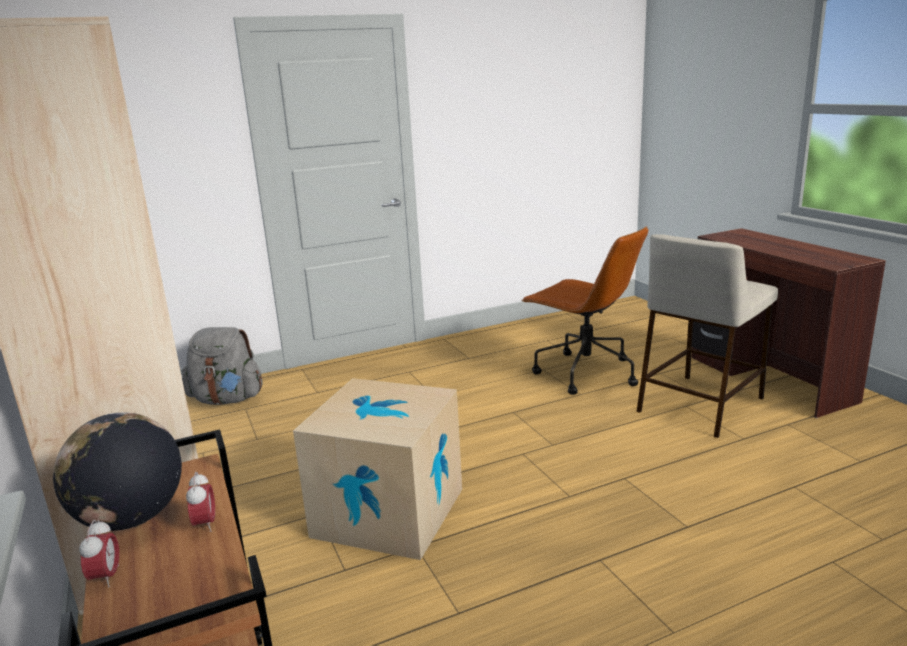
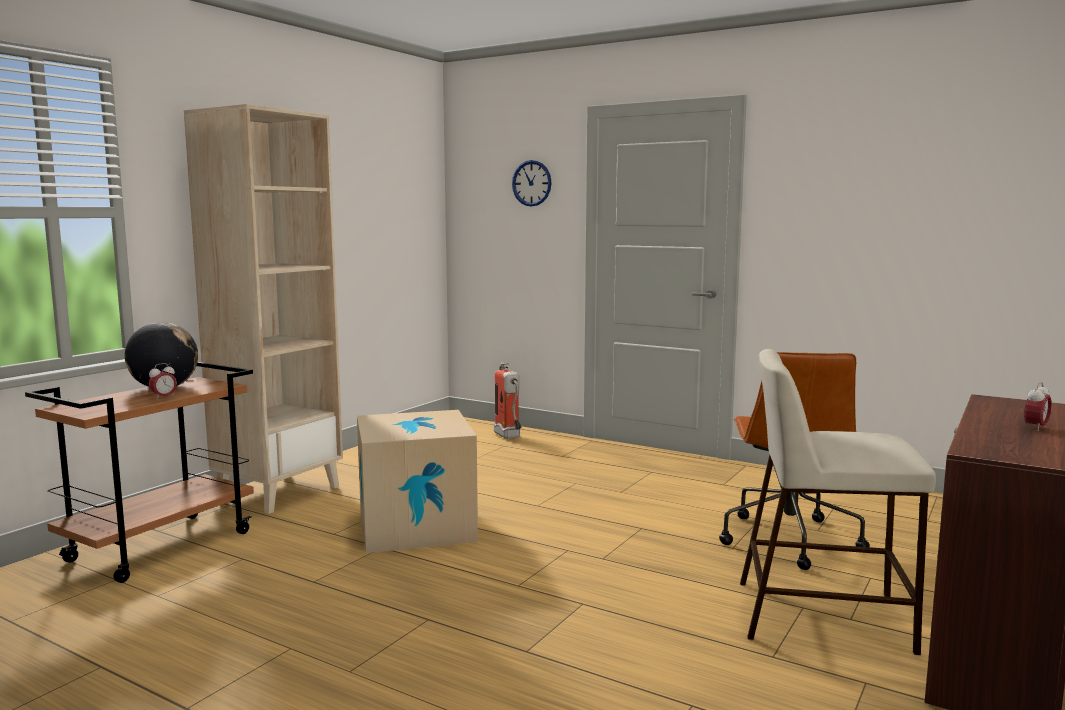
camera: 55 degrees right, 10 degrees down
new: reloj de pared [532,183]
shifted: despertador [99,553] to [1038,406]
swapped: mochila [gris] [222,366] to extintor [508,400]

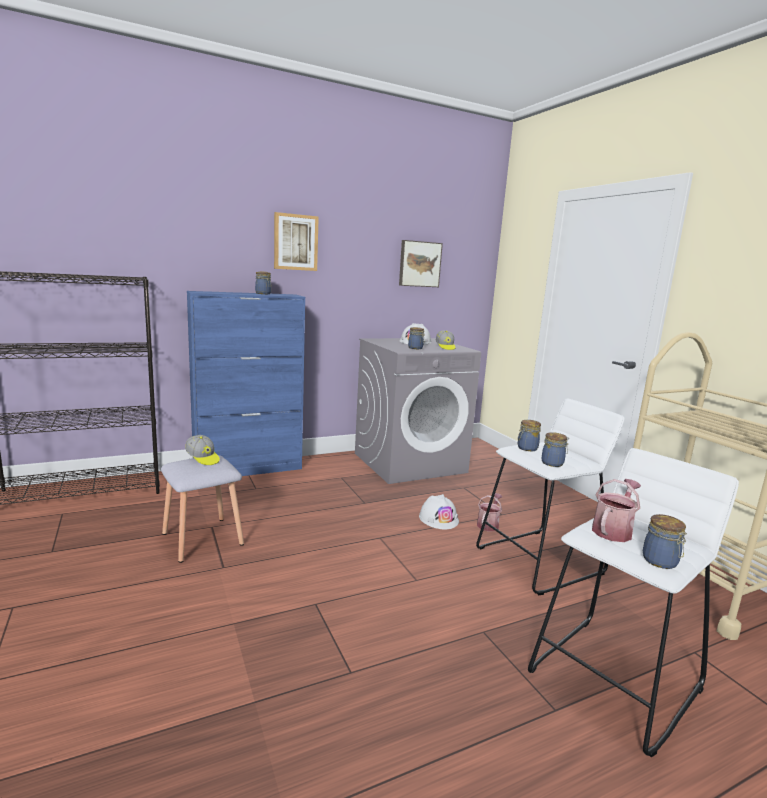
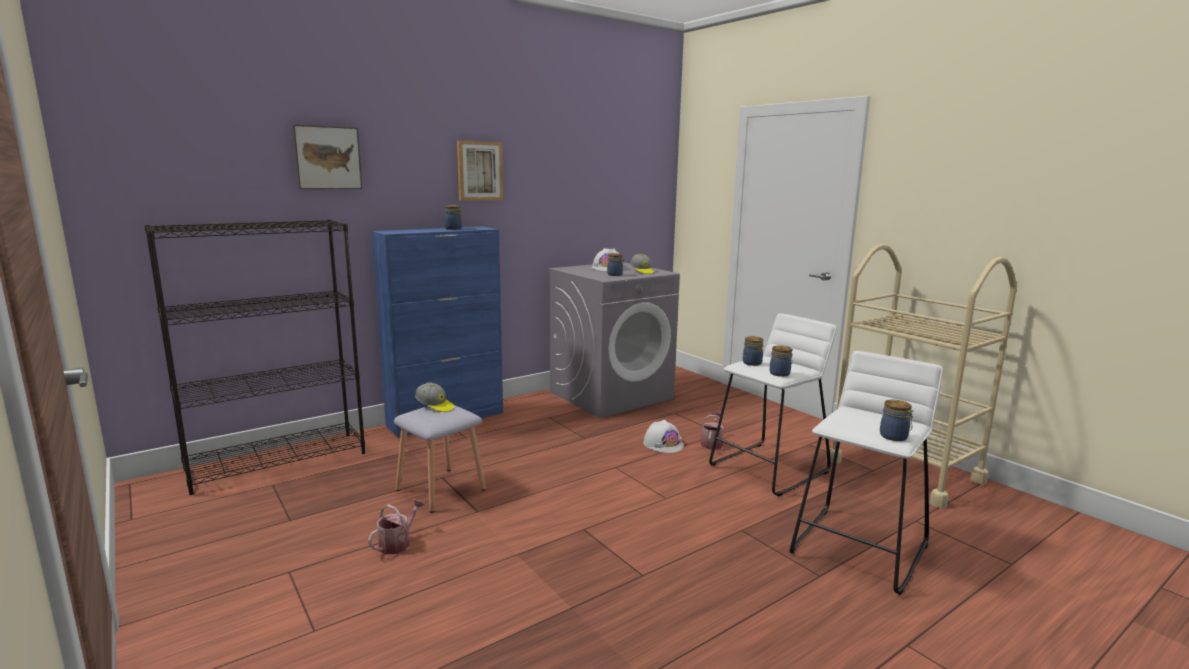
camera: 10 degrees left, 0 degrees up
shifted: cuadro [421,263] to [327,157]; regadera [616,510] to [396,526]

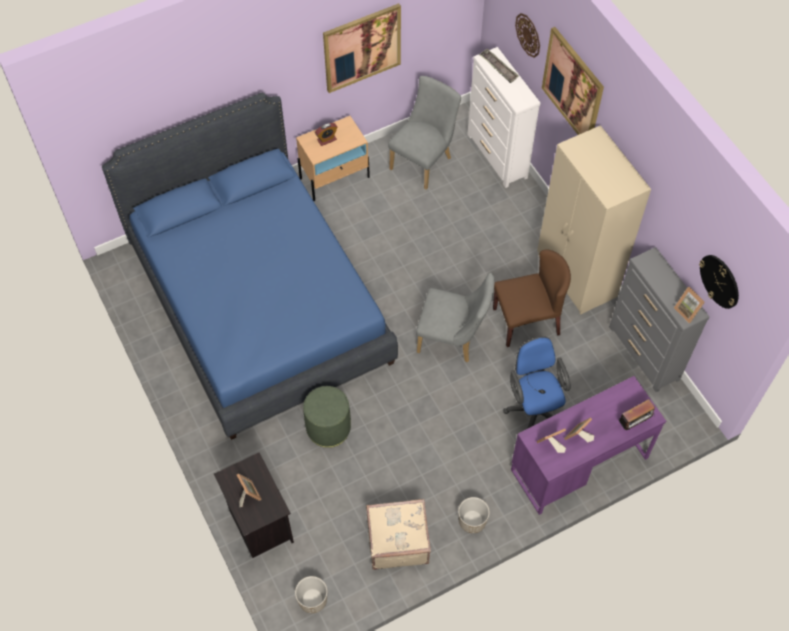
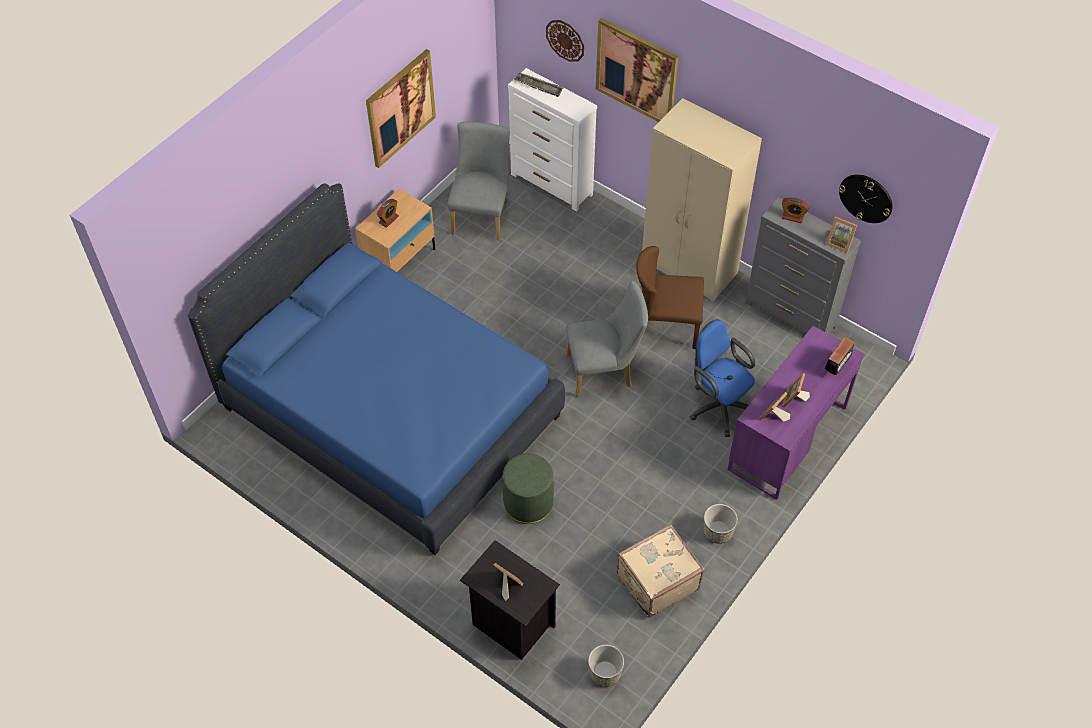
camera: 25 degrees left, 5 degrees down
new: despertador [795,210]
rotated: silla [marrón] [532,298] = [670,297] 135 degrees counterclockwise

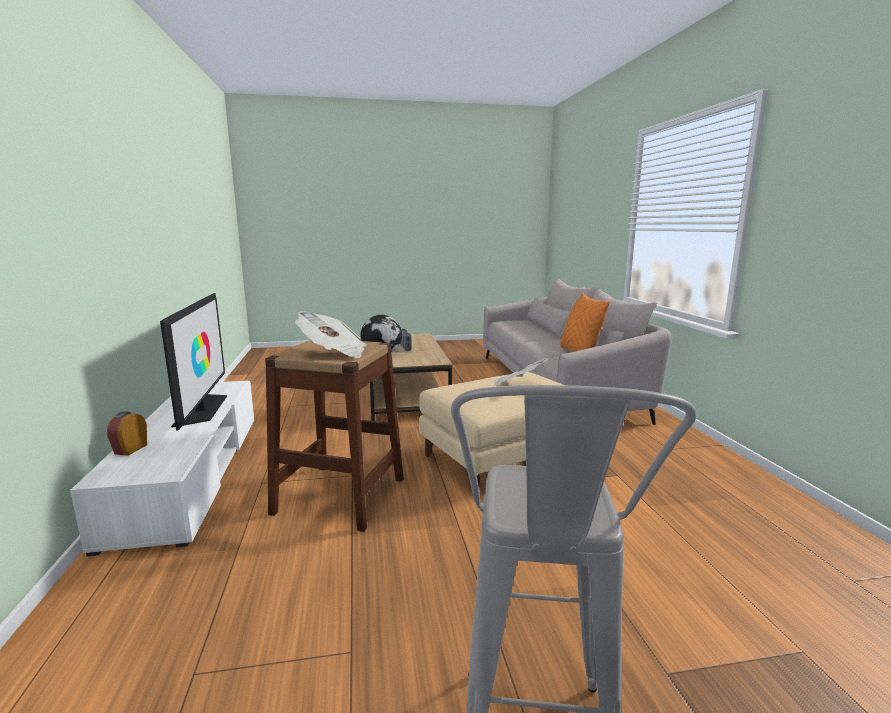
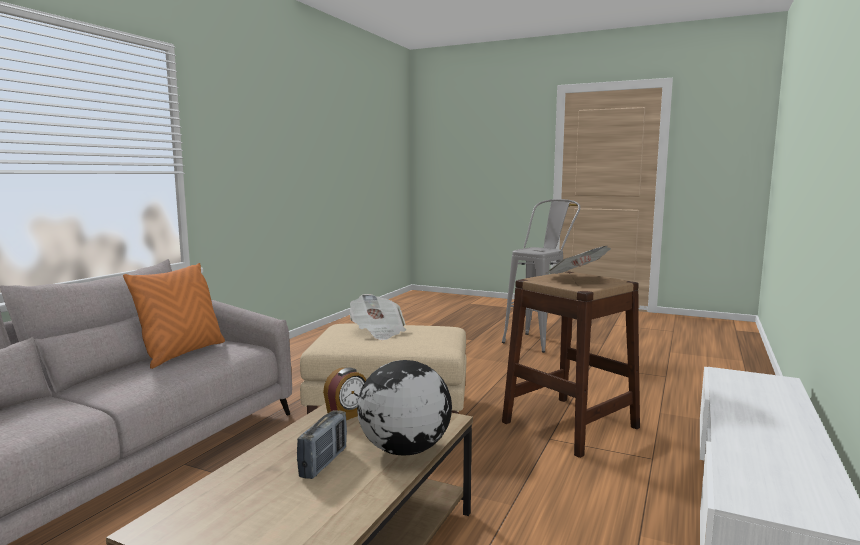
camera: 145 degrees left, 5 degrees down
gone: televisor [193,362]
shifted: despertador [127,433] to [344,394]

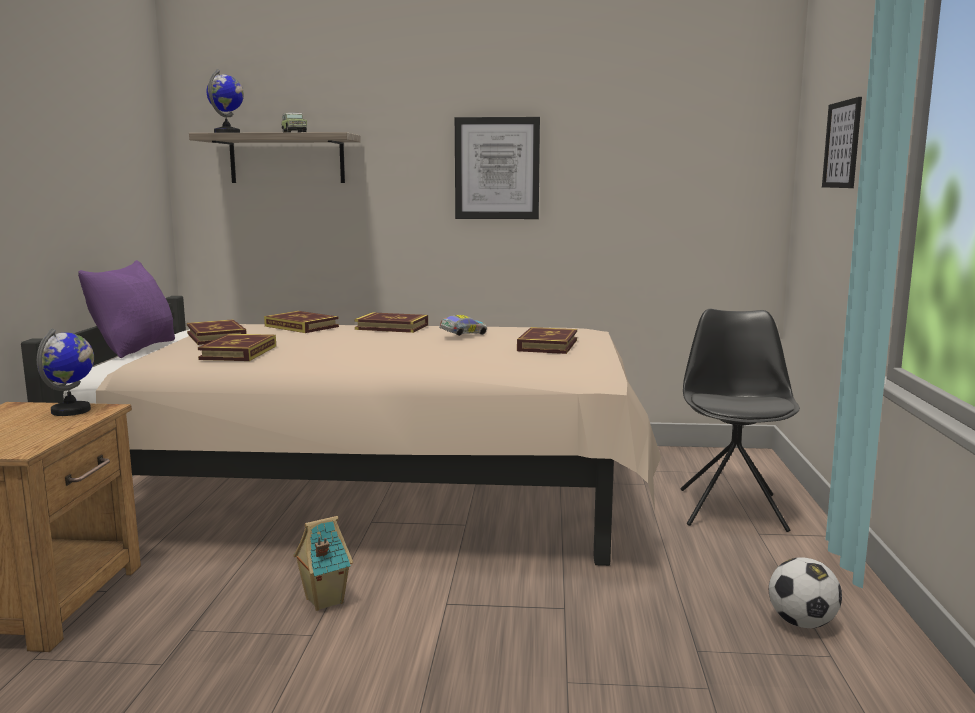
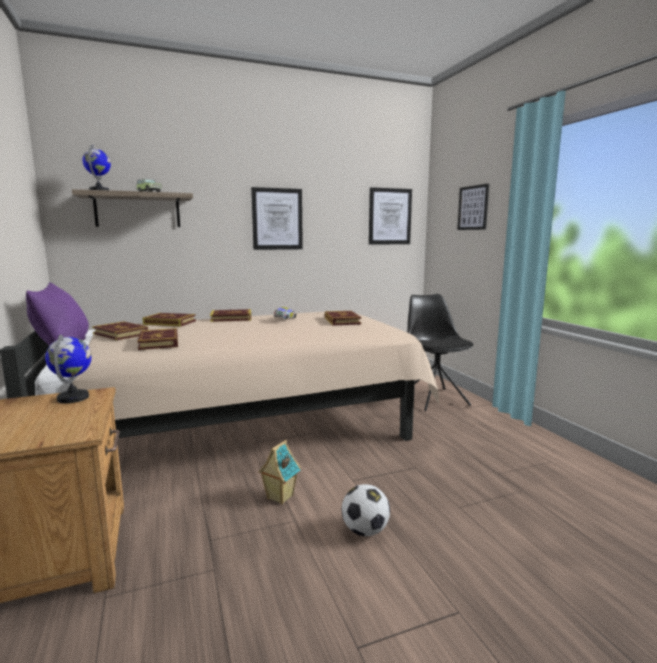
camera: 25 degrees left, 0 degrees up
new: cuadro [390,216]
shifted: balón de fútbol [805,592] to [366,510]

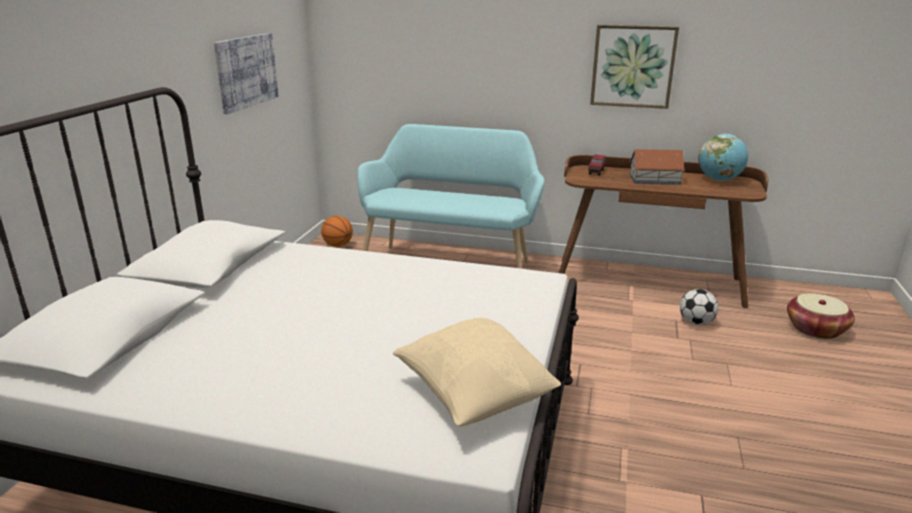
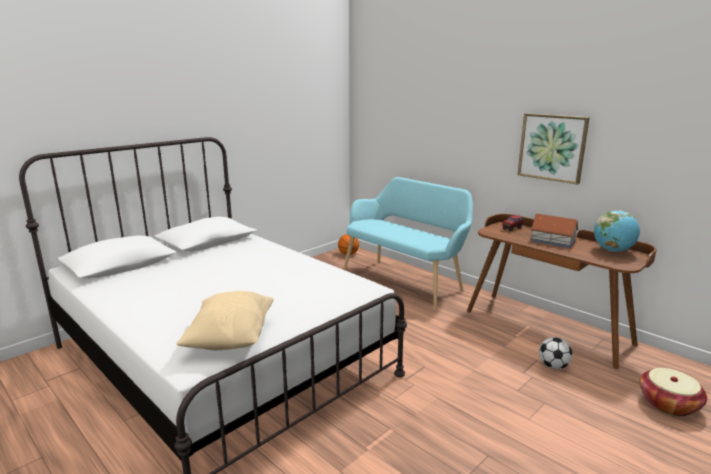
camera: 30 degrees right, 5 degrees down
gone: cuadro [246,73]

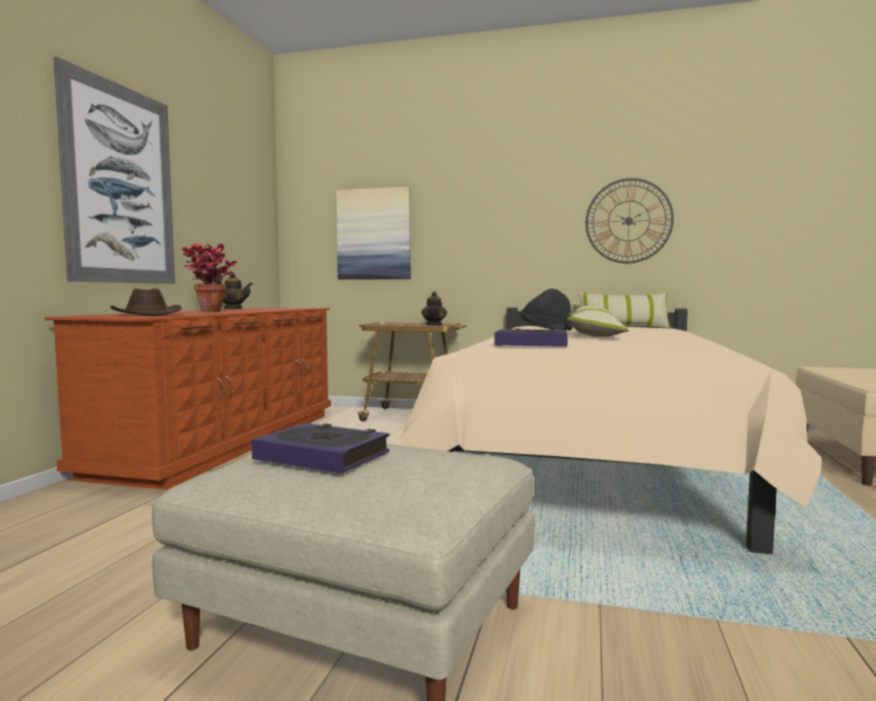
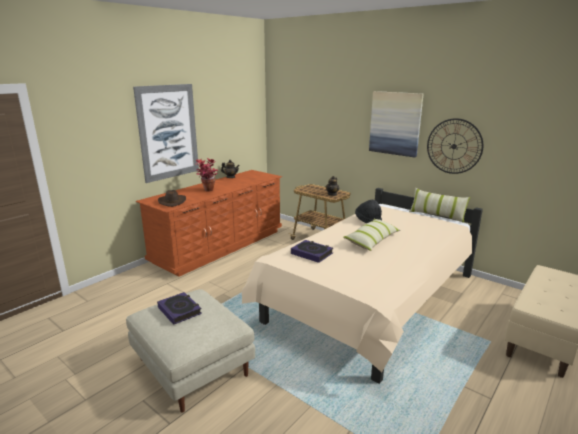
camera: 25 degrees right, 15 degrees up
shifted: cuadro [373,233] to [396,124]

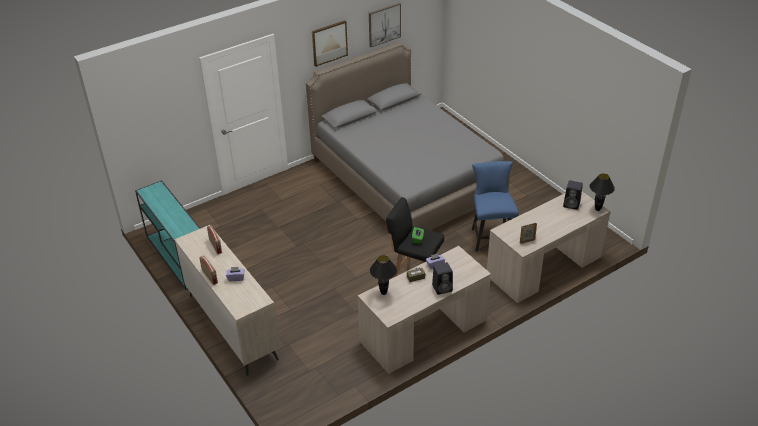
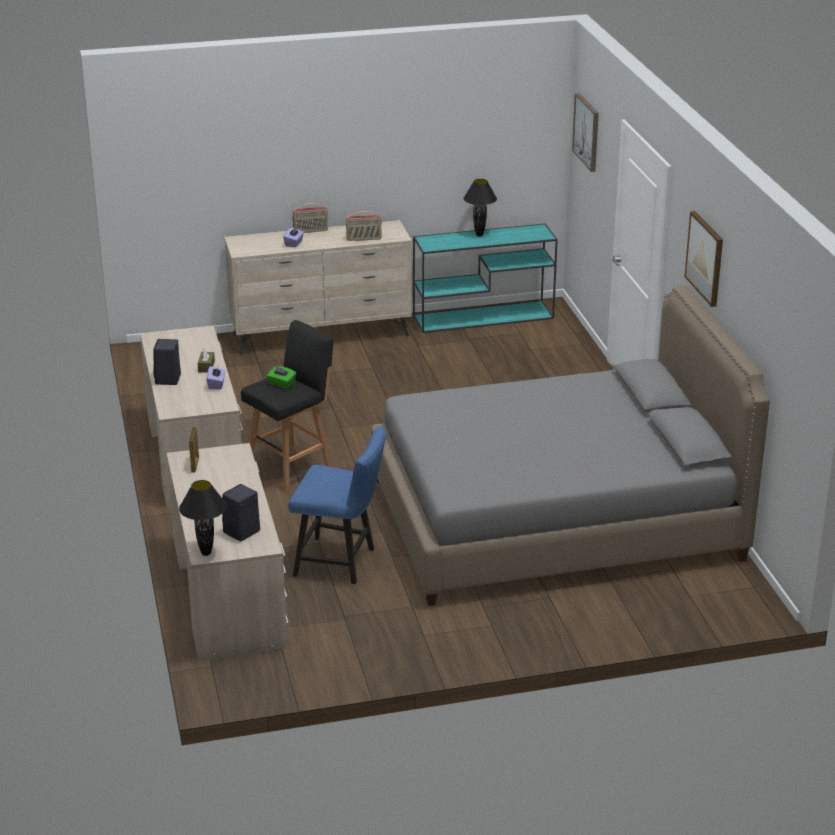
camera: 110 degrees right, 10 degrees down
shifted: cuadro [385,25] to [585,132]; lámpara de mesa [negro] [383,275] to [480,207]

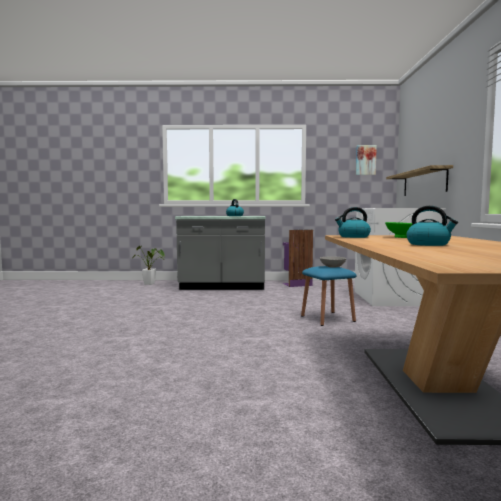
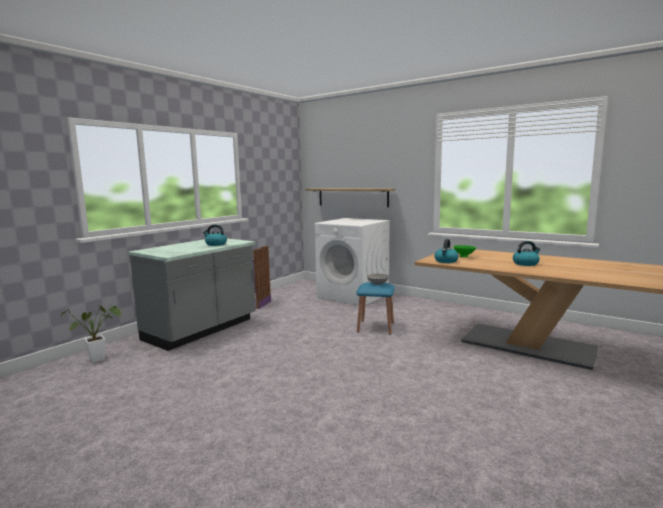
camera: 55 degrees left, 5 degrees up
gone: cuadro [366,160]

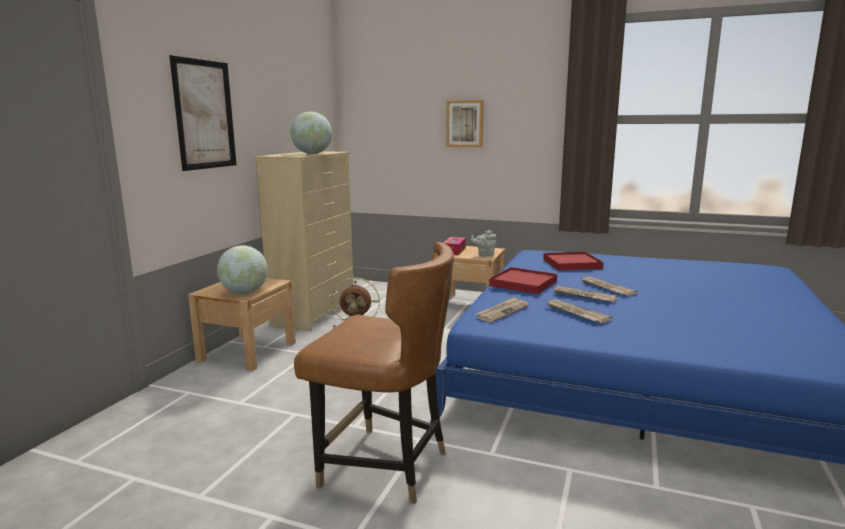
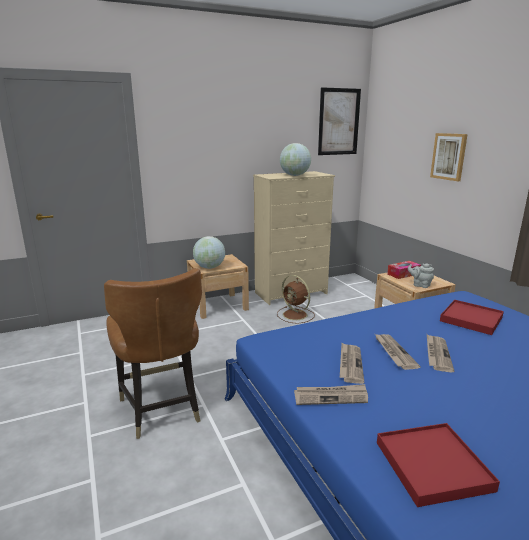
camera: 45 degrees right, 5 degrees up
shifted: cuadro [202,113] to [339,121]; periódico [502,310] to [331,394]; bandeja [rojo] [523,280] to [438,465]

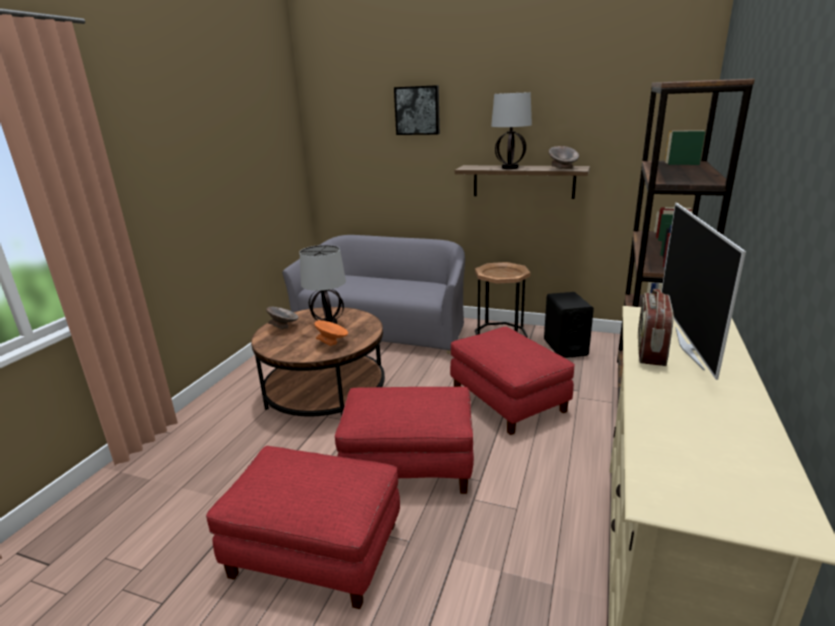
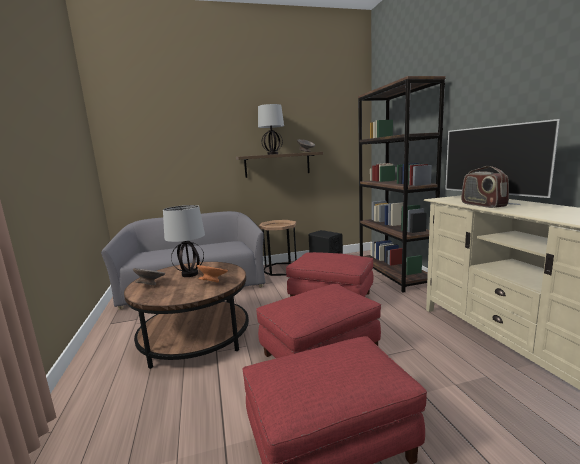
camera: 35 degrees left, 10 degrees down
gone: cuadro [417,110]

